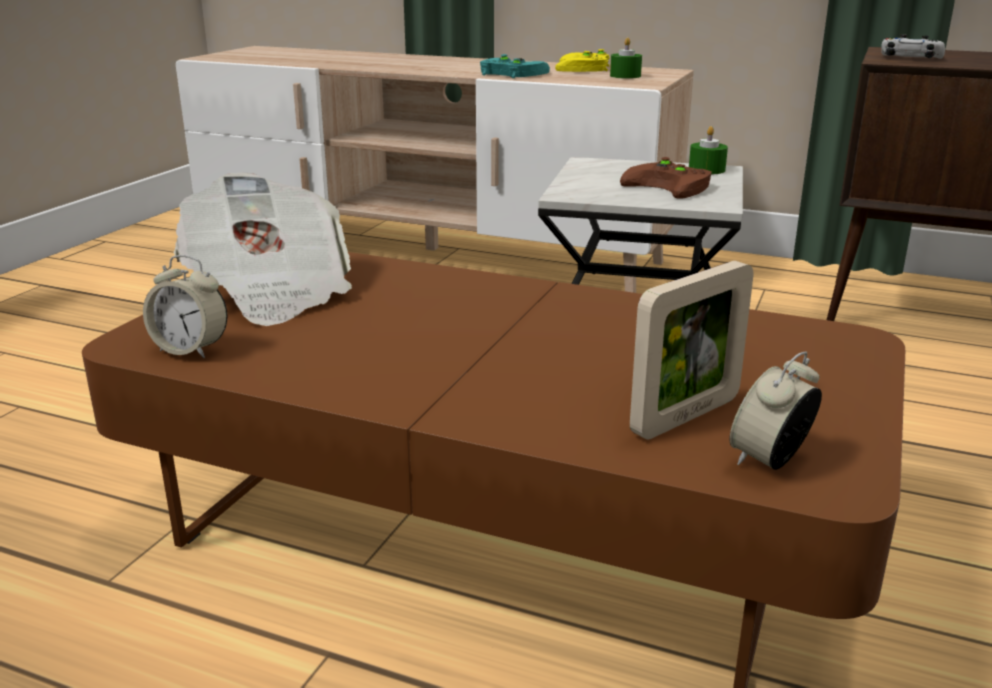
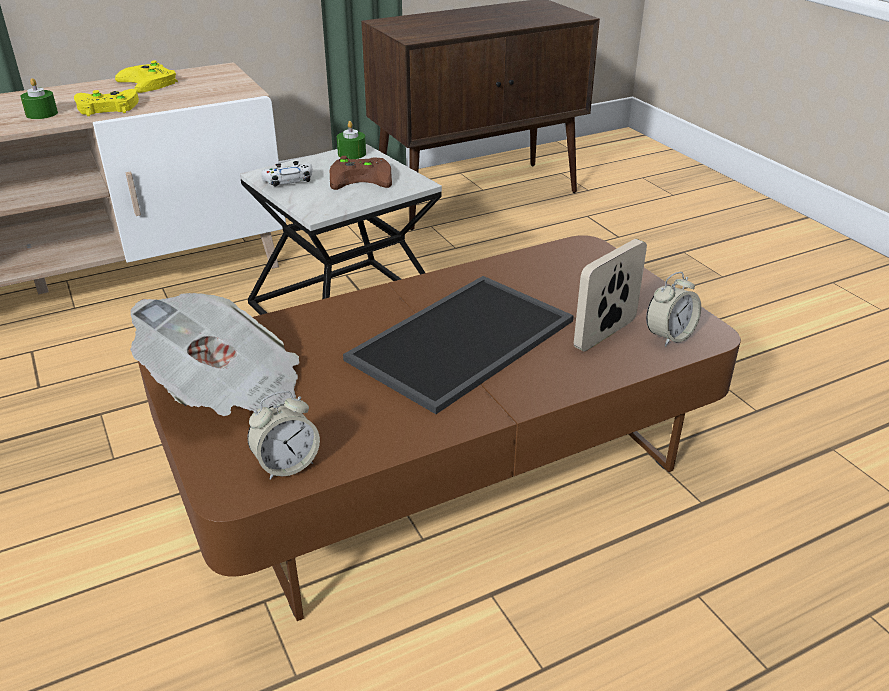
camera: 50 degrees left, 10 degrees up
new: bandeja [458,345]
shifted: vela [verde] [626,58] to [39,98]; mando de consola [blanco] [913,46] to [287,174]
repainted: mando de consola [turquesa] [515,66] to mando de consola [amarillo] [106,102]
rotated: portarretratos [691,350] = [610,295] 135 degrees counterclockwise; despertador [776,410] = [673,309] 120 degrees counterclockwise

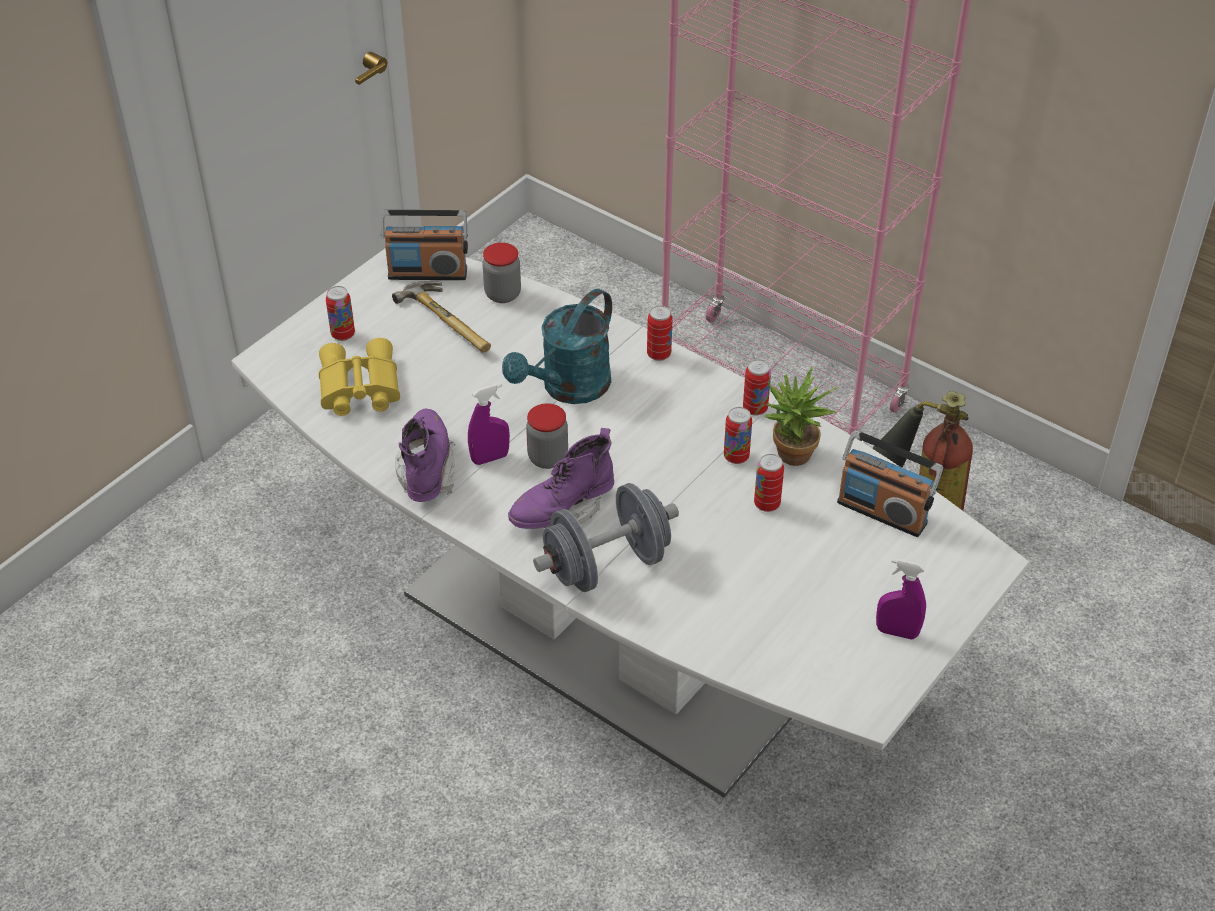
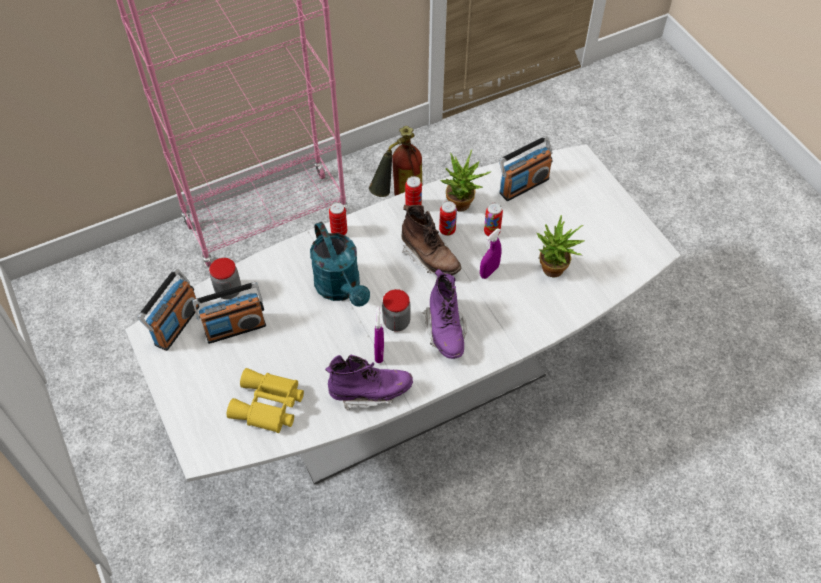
camera: 65 degrees left, 10 degrees up
gone: lata [340,313]; mancuerna [gris] [606,537]
new: bota [marrón] [431,240]; planta en maceta [561,246]
shifted: pulverizador [morado] [901,599] to [491,253]
swapped: martillo [441,317] to radio [229,313]
rotated: bota [morado] [425,455] = [369,382] 150 degrees clockwise

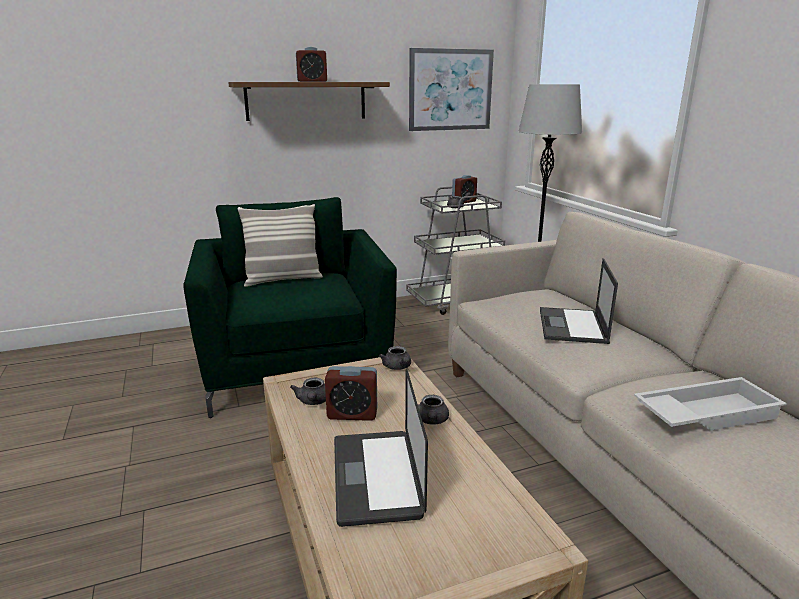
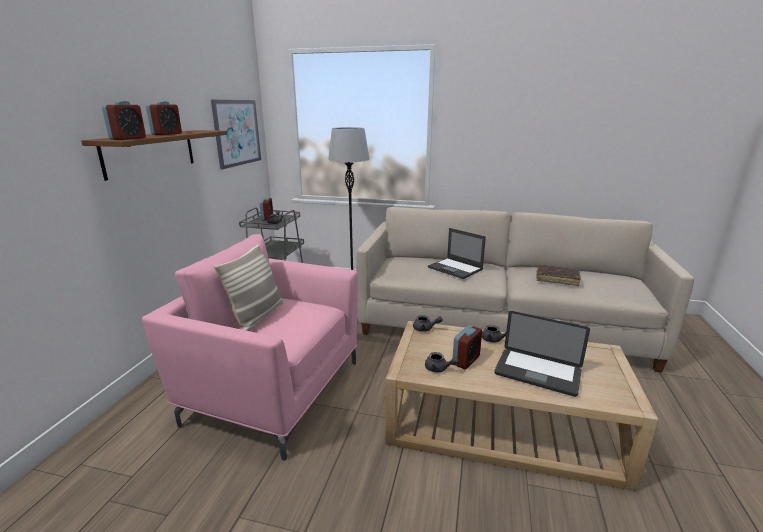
camera: 55 degrees left, 0 degrees up
new: despertador [124,120]
swapped: bandeja [blanco] [710,403] to libro [marrón] [558,275]
repainted: sillón [verde] [290,307] to sillón [rosa] [250,347]

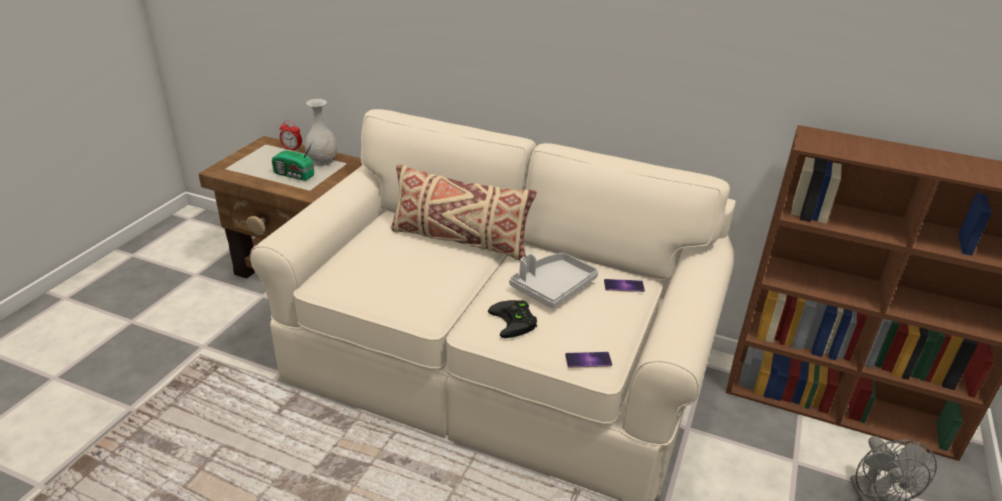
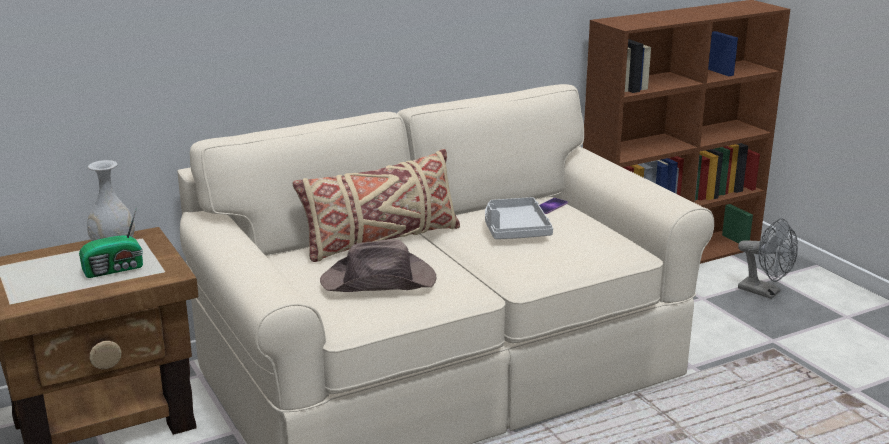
camera: 50 degrees left, 10 degrees down
gone: despertador [291,136]; mando de consola [negro] [512,319]; móvil [588,360]
new: sombrero [marrón] [378,265]

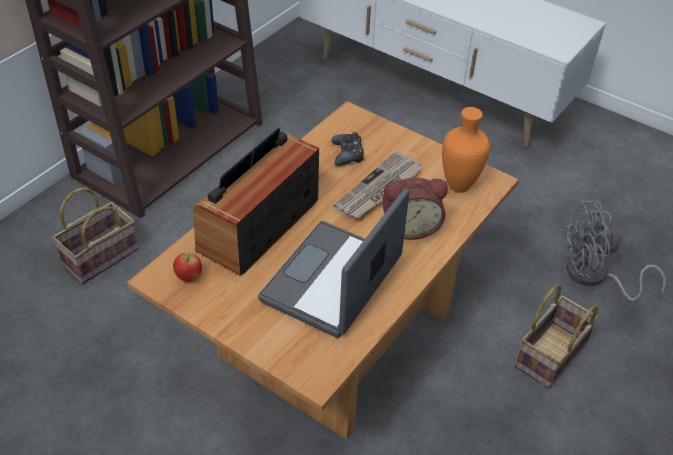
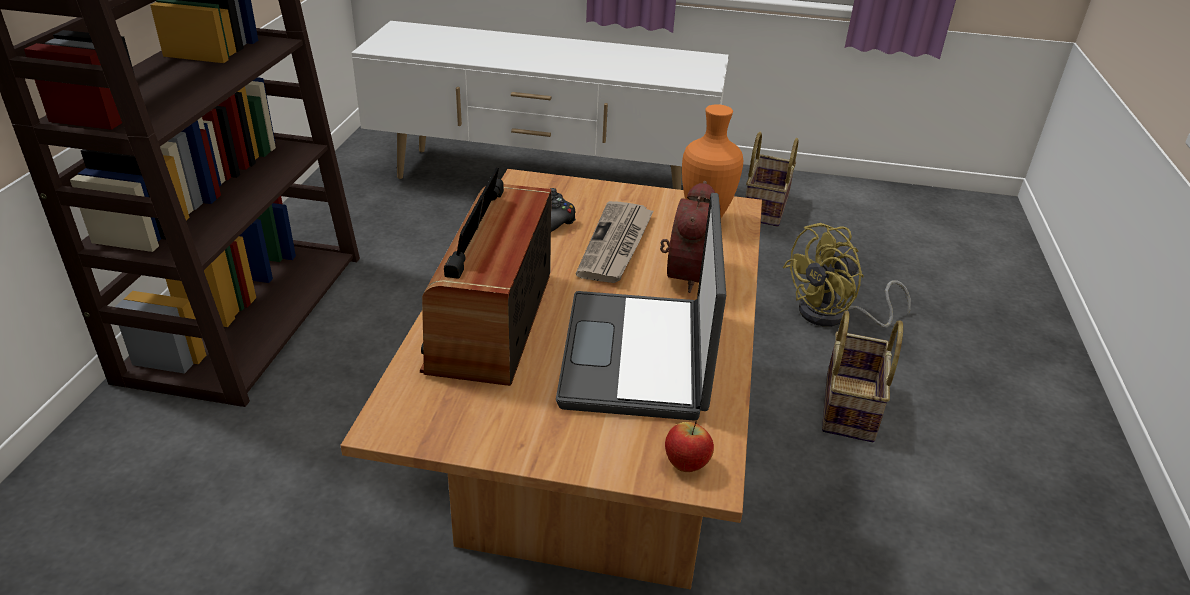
camera: 25 degrees left, 10 degrees down
shifted: cesta [95,236] to [772,179]; manzana [187,267] to [689,446]
repainted: ventilador [gris] [614,251] to ventilador [amarillo] [847,275]
rotated: despertador [415,209] = [687,237] 45 degrees counterclockwise

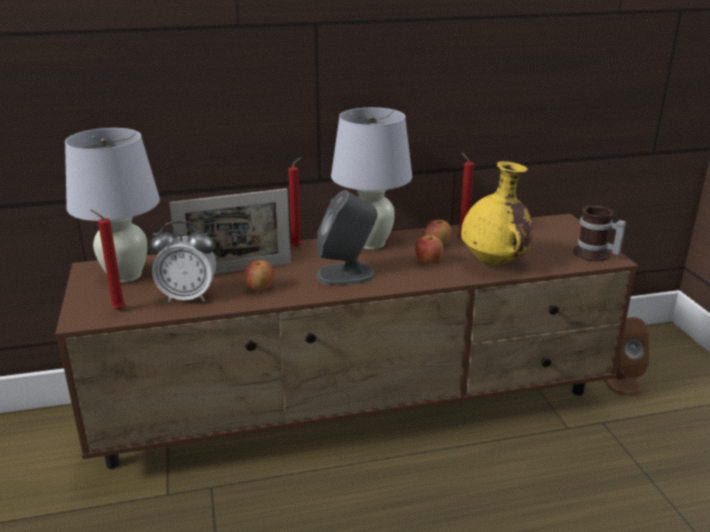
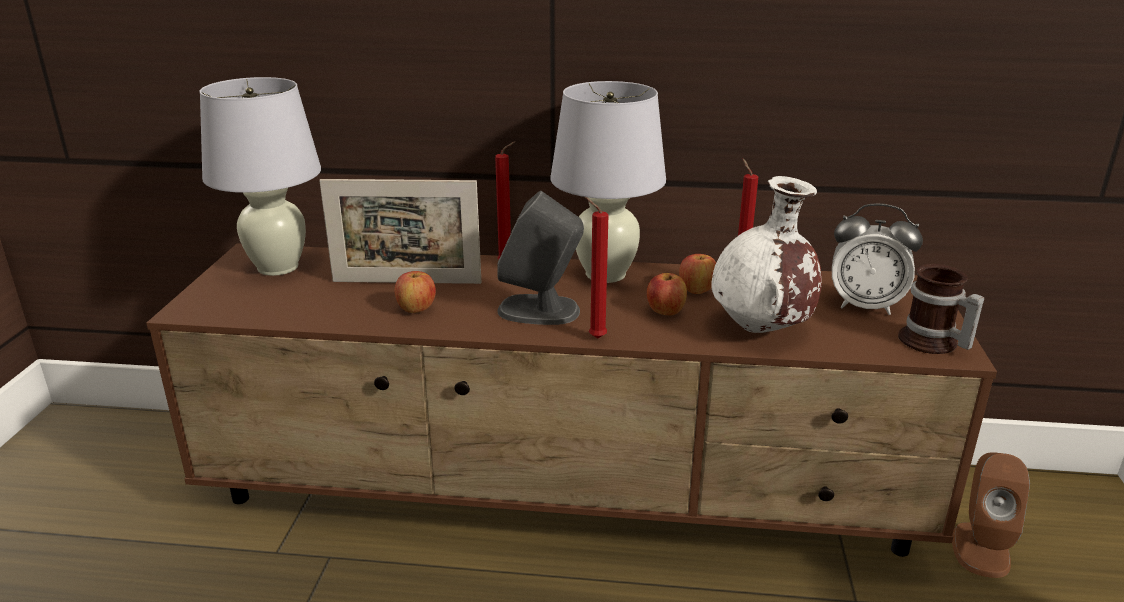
camera: 20 degrees right, 0 degrees up
shifted: vela [rojo] [107,260] to [597,267]; despertador [182,261] to [877,259]
repainted: florero [amarillo] [497,213] to florero [blanco] [766,254]

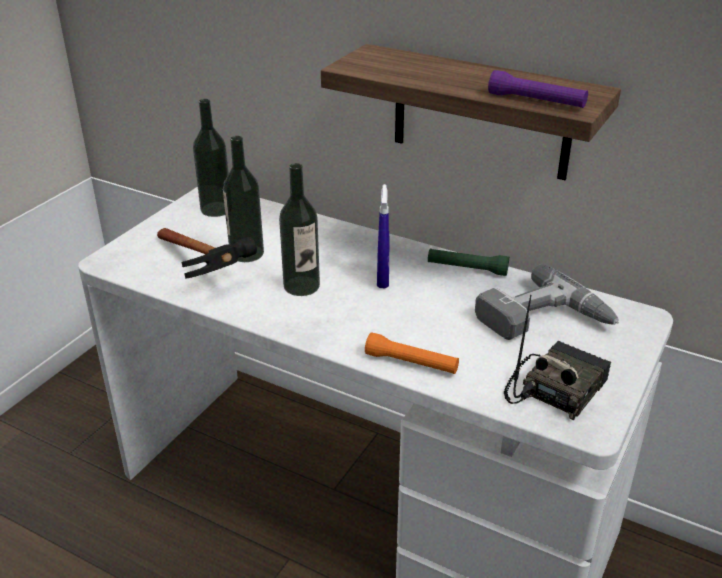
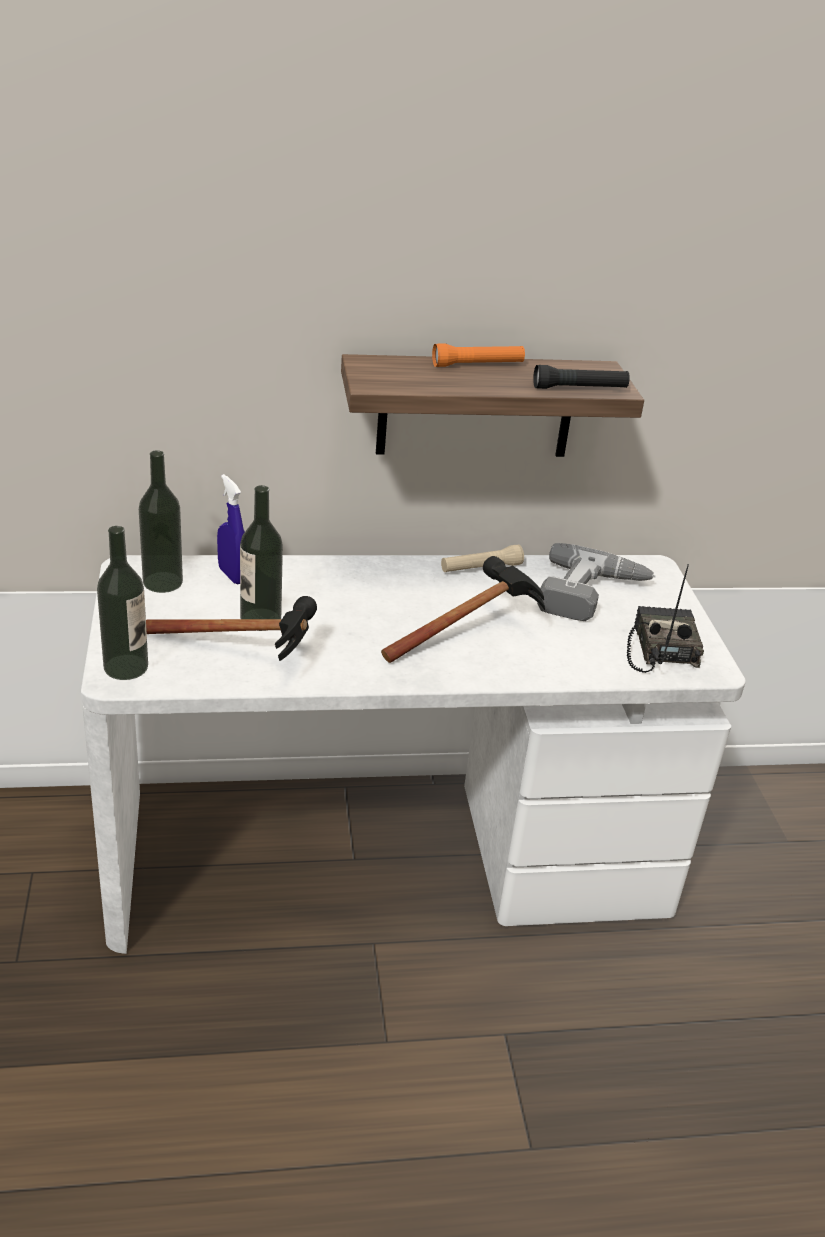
camera: 40 degrees left, 0 degrees up
new: martillo [463,609]
shifted: botella [299,229] to [122,603]; linterna [naranja] [412,353] to [478,355]; pulverizador [azul] [383,236] to [231,529]
repainted: linterna [verde] [468,262] to linterna [beis] [482,558]; linterna [morado] [538,89] to linterna [negro] [581,377]

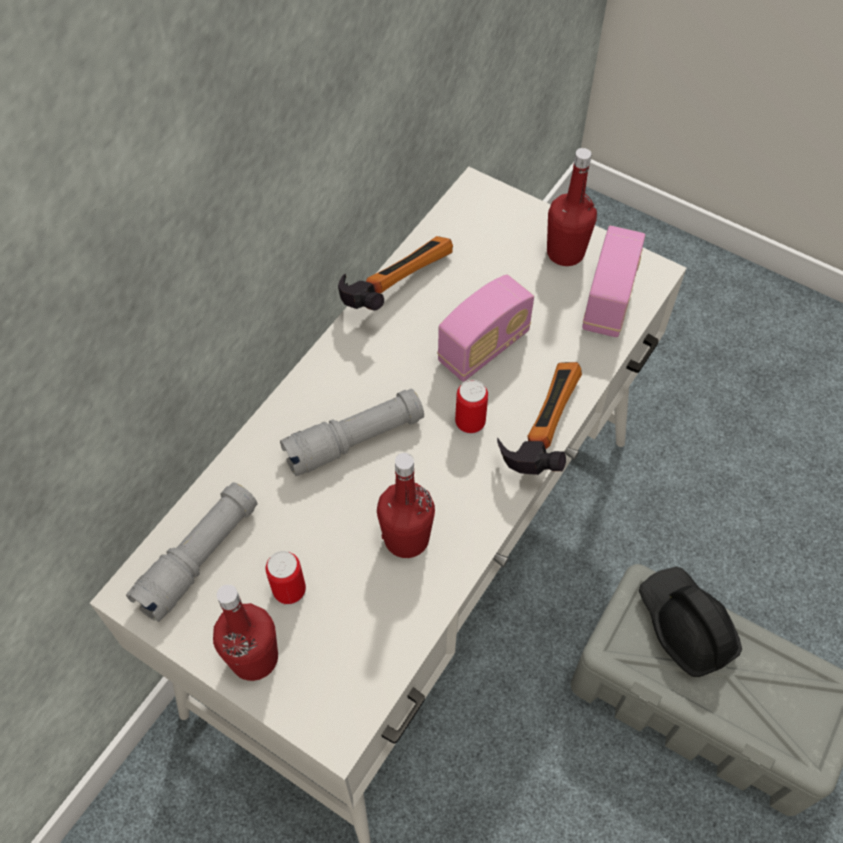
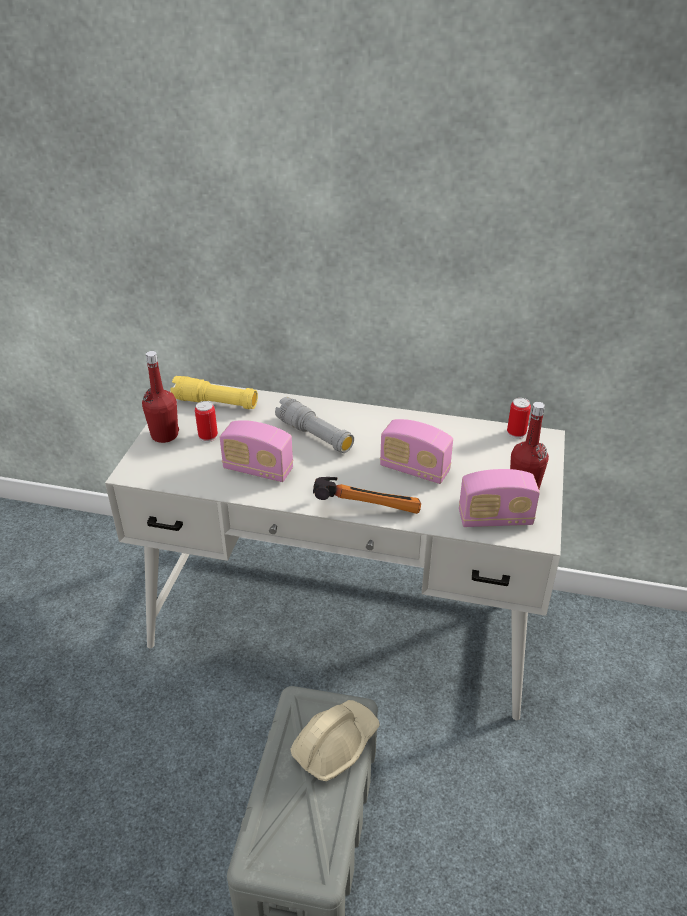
camera: 70 degrees right, 20 degrees down
gone: martillo [395,273]
shifted: lata [471,407] to [519,418]
swapped: botella [rojo] [406,505] to radio [256,451]
repainted: linterna [gris] [192,552] to linterna [amarillo] [214,392]; casco [negro] [690,622] to casco [beis] [335,740]

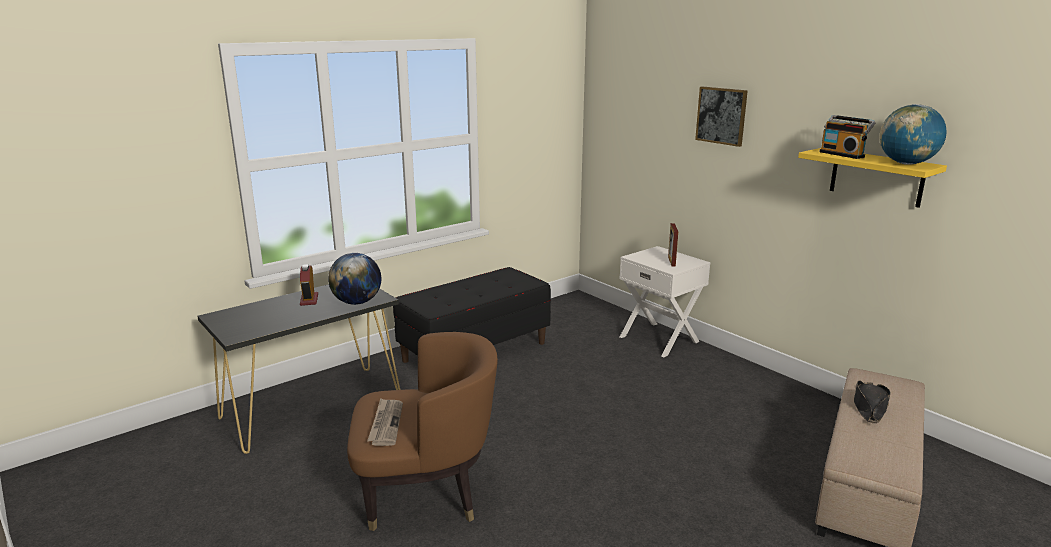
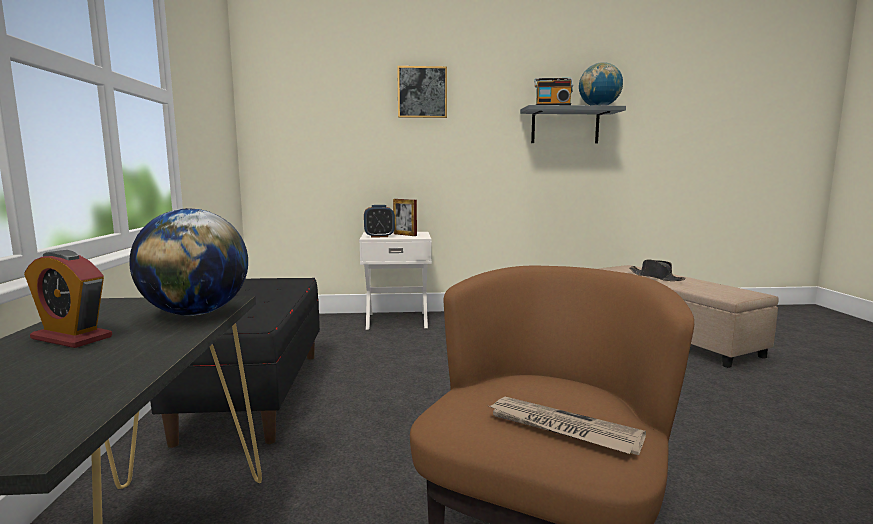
camera: 55 degrees left, 10 degrees down
new: despertador [379,221]
repainted: estante [amarillo] [872,178] to estante [gris] [573,124]

